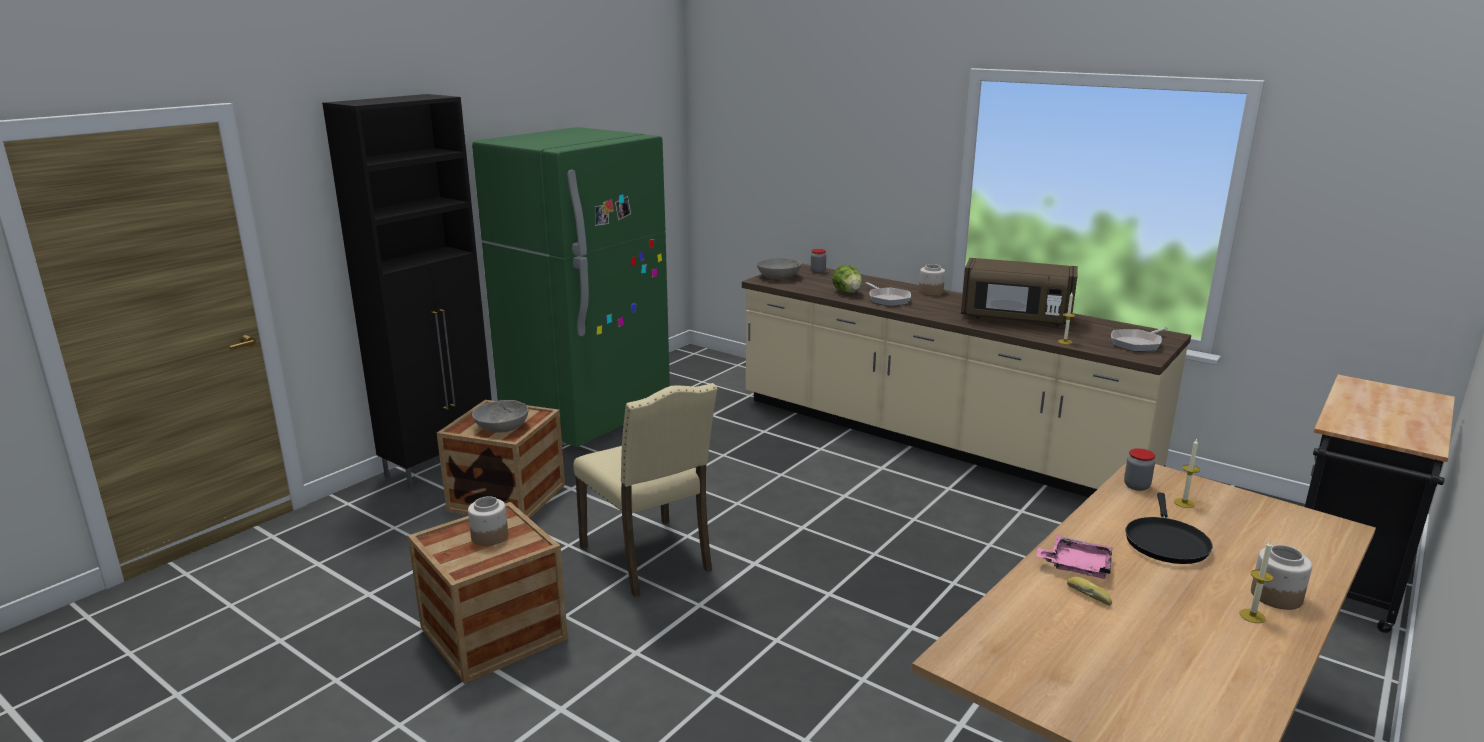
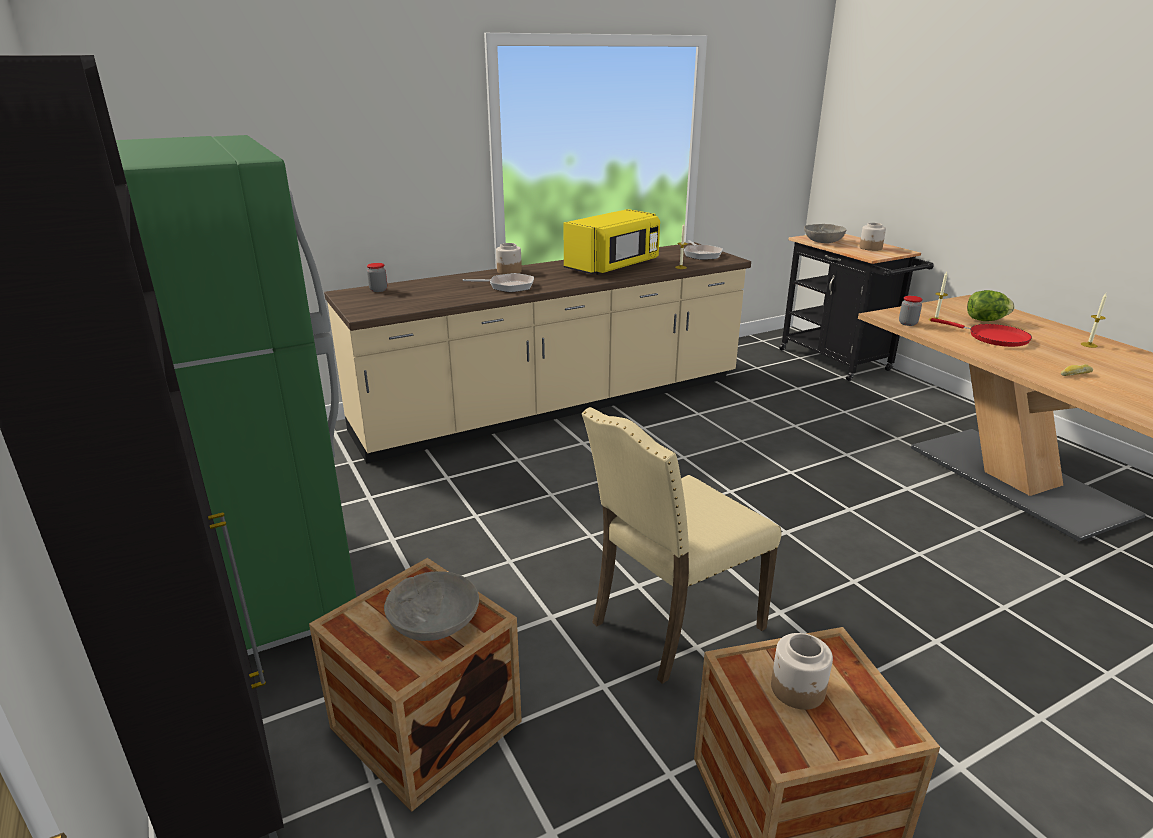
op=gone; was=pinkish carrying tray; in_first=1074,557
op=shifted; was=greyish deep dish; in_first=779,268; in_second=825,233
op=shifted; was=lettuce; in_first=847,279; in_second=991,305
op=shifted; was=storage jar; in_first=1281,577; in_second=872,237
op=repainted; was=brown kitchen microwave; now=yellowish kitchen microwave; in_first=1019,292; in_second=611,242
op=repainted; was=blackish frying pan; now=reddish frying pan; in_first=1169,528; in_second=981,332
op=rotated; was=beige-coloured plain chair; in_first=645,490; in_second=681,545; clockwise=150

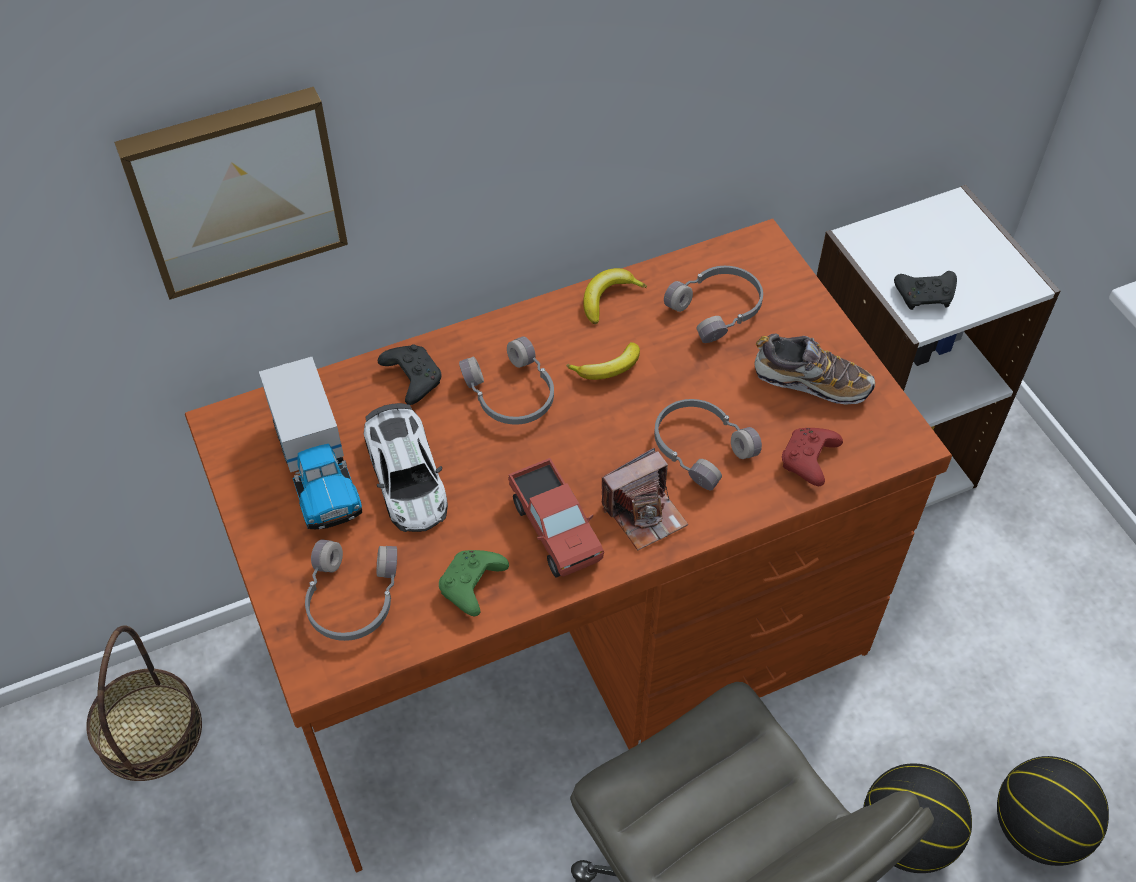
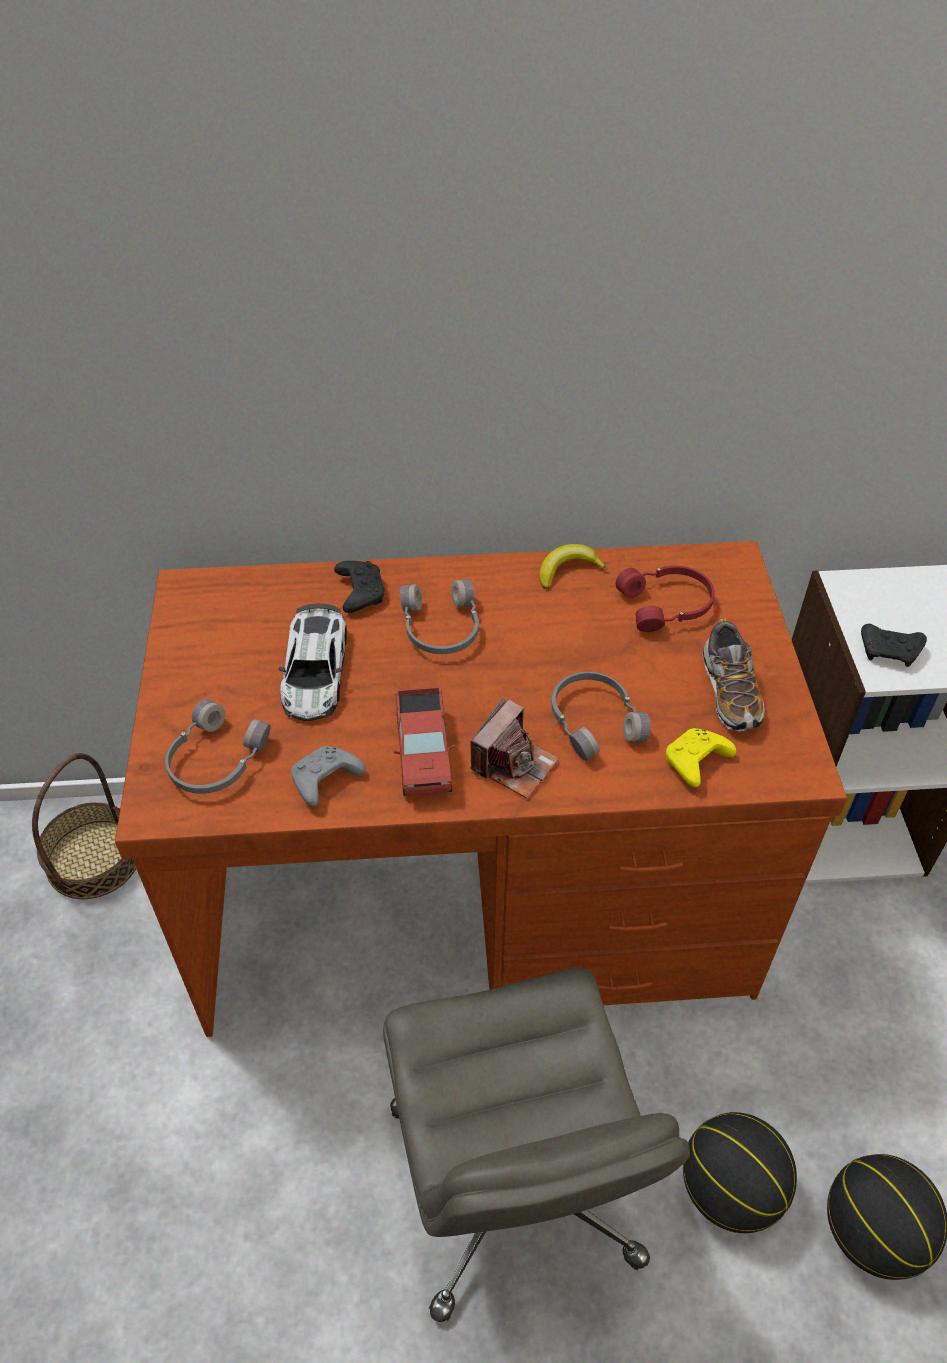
op=gone; was=wall art; in_first=231,193
op=gone; was=model truck; in_first=310,443
op=gone; was=banana; in_first=603,361
op=repainted; was=greenish joypad; now=greyish joypad; in_first=474,583; in_second=328,776
op=repainted; was=greyish pair of headphones; now=reddish pair of headphones; in_first=713,304; in_second=665,599
op=repainted; was=reddish joypad; now=yellowish joypad; in_first=812,457; in_second=701,757
op=rotated; was=still camera; in_first=645,499; in_second=514,748; clockwise=-45
op=rotated; was=shoe; in_first=814,369; in_second=733,674; clockwise=45

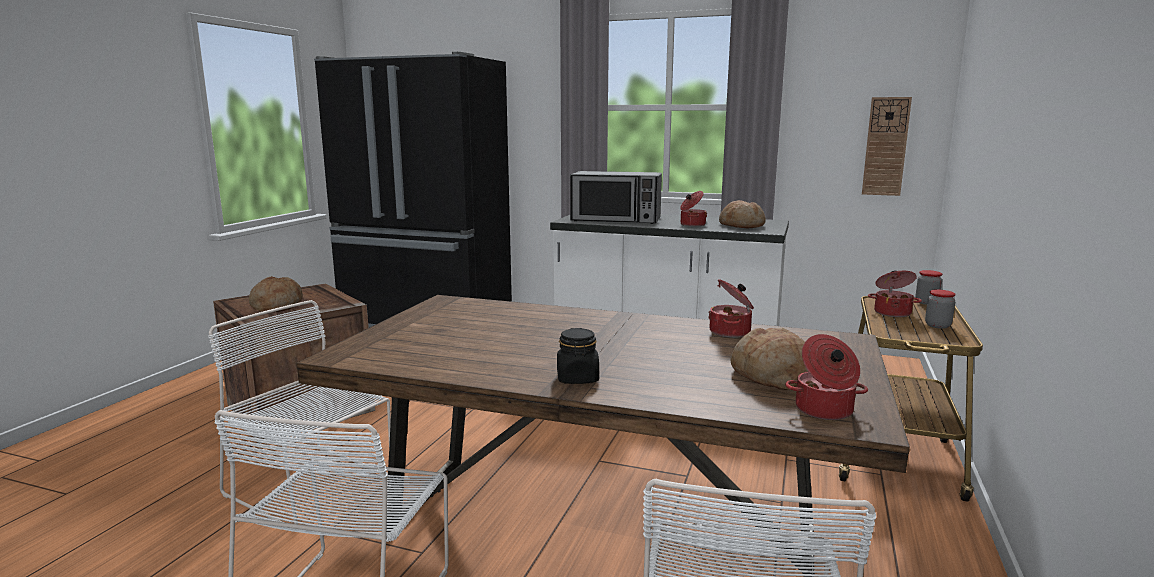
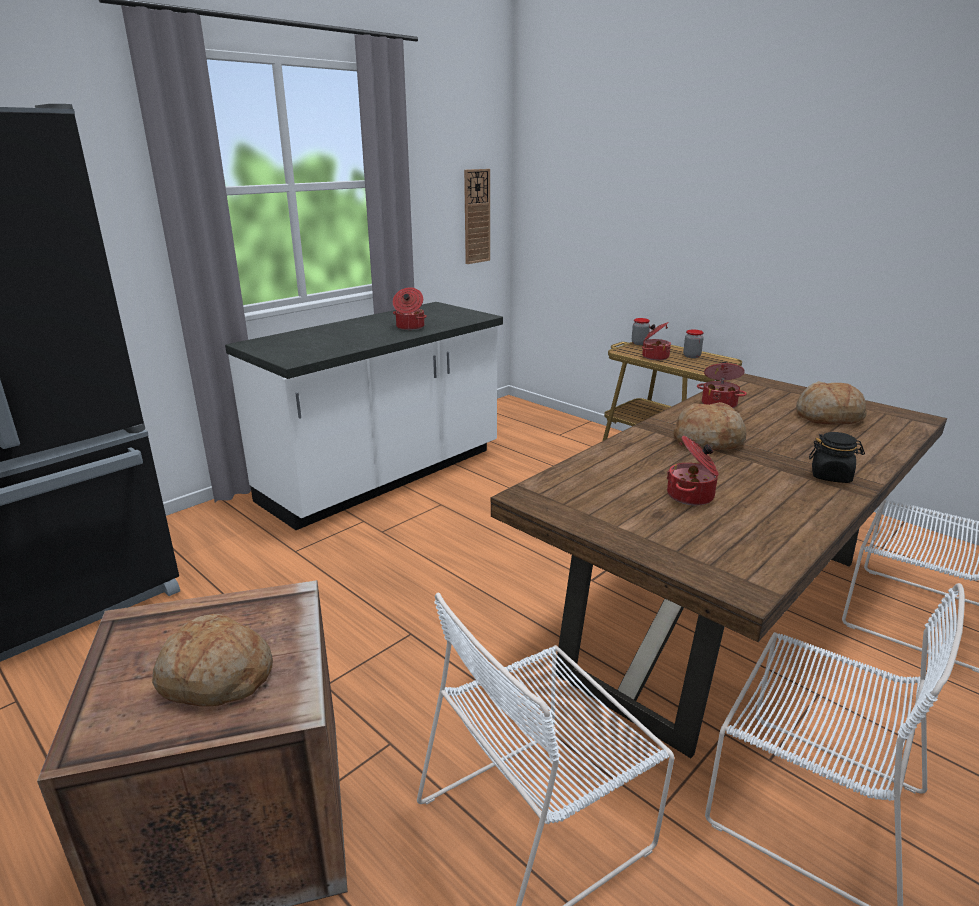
op=gone; was=kitchen microwave; in_first=616,197
op=shifted; was=bakery bread; in_first=742,214; in_second=710,426
op=shifted; was=saucepot; in_first=826,377; in_second=692,470

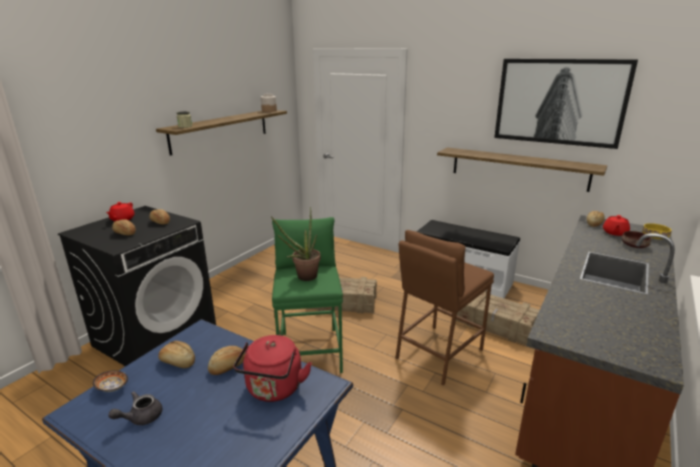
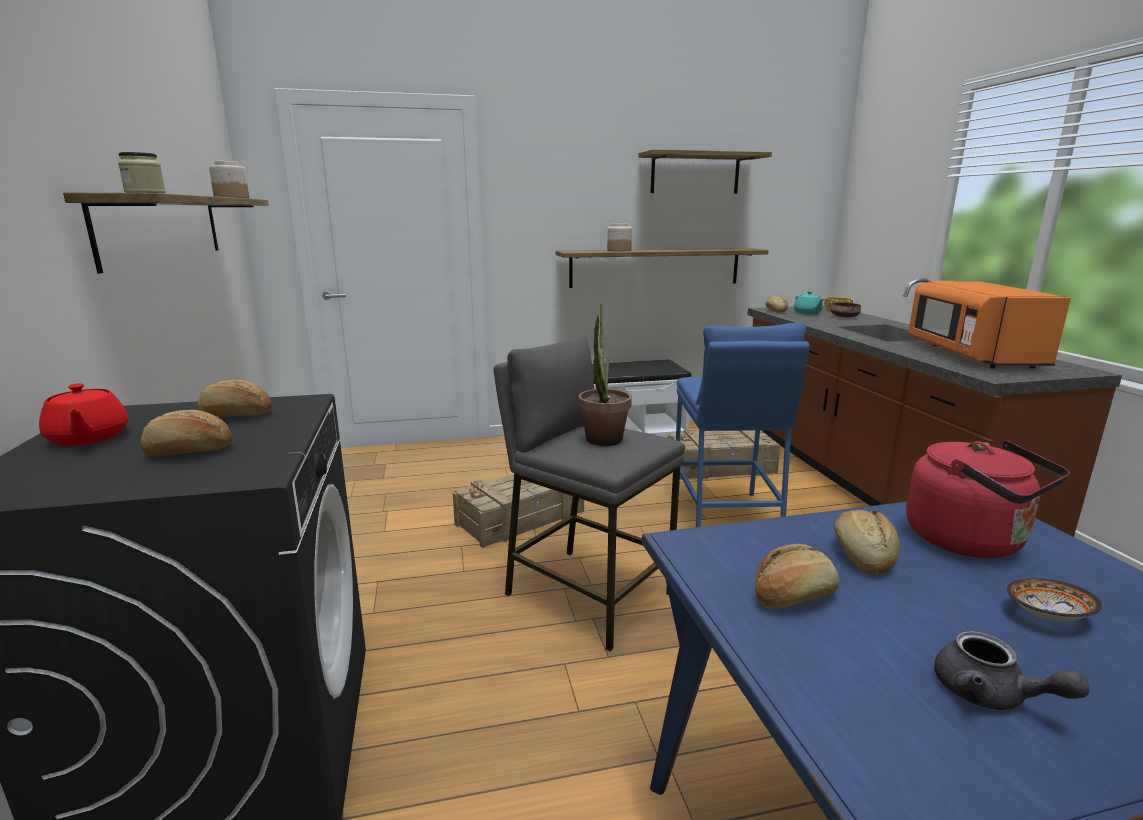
op=new; now=storage jar; in_second=619,237
op=new; now=orangey kitchen microwave; in_second=989,324
op=shifted; was=deep dish; in_first=110,381; in_second=1054,600
op=swapped; was=wall art; now=wall shelf; in_first=566,104; in_second=705,171
op=repainted; was=greenish stool; now=greyish stool; in_first=307,295; in_second=589,493
op=repainted; was=brown stool; now=blue-coloured stool; in_first=444,307; in_second=743,425
op=repainted; was=reddish tea pot; now=blue-green tea pot; in_first=616,225; in_second=809,302
op=rotated; was=greyish tea pot; in_first=135,408; in_second=1012,670; clockwise=-45

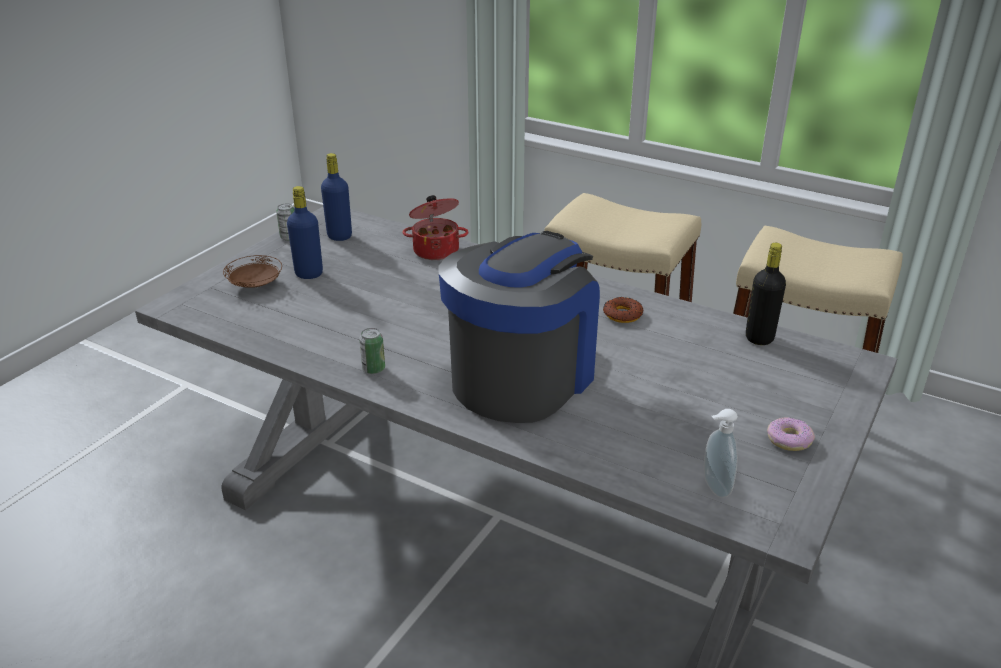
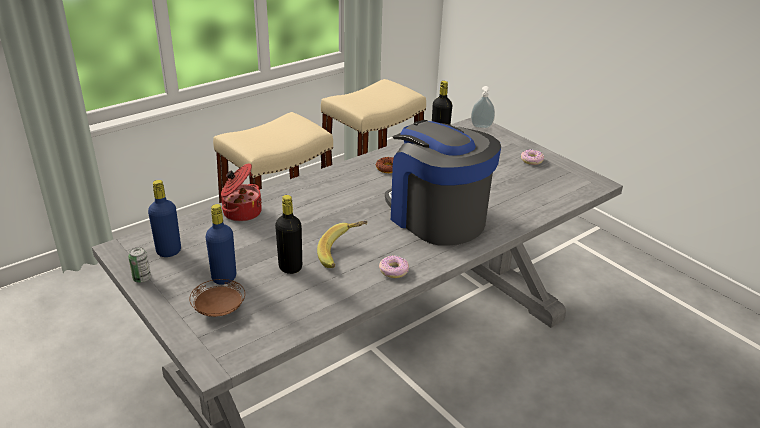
op=new; now=blackish bottle; in_second=288,234
op=new; now=banana; in_second=342,244
op=shifted; was=liquid soap bottle; in_first=721,453; in_second=483,107
op=swapped; was=sealed can; now=donut; in_first=372,351; in_second=394,266

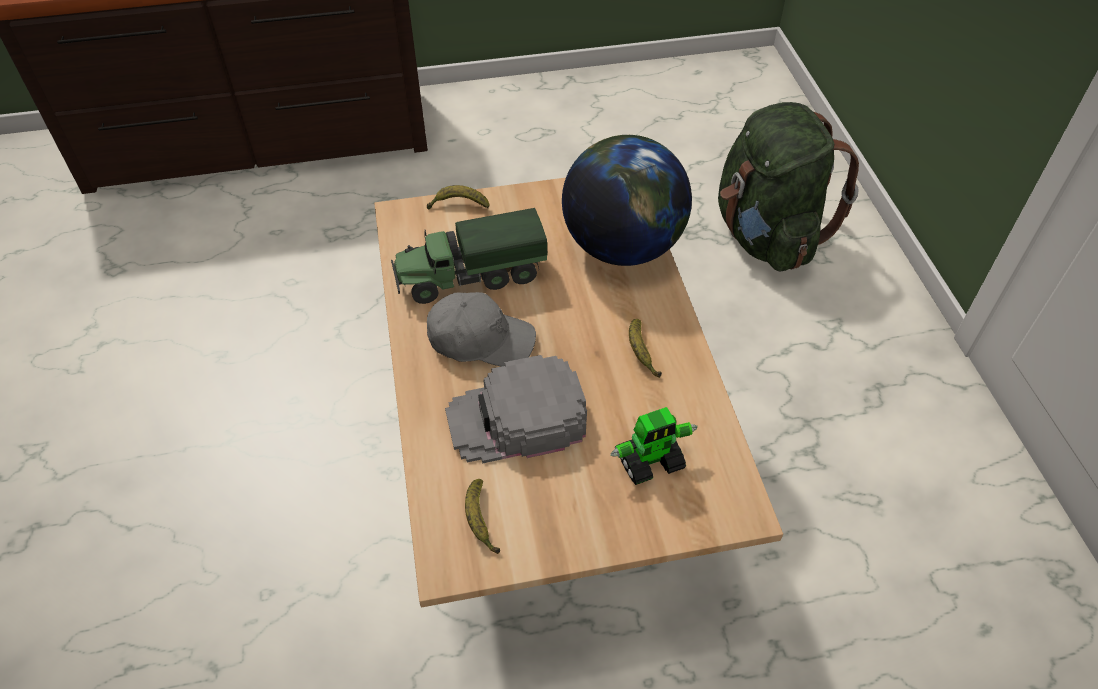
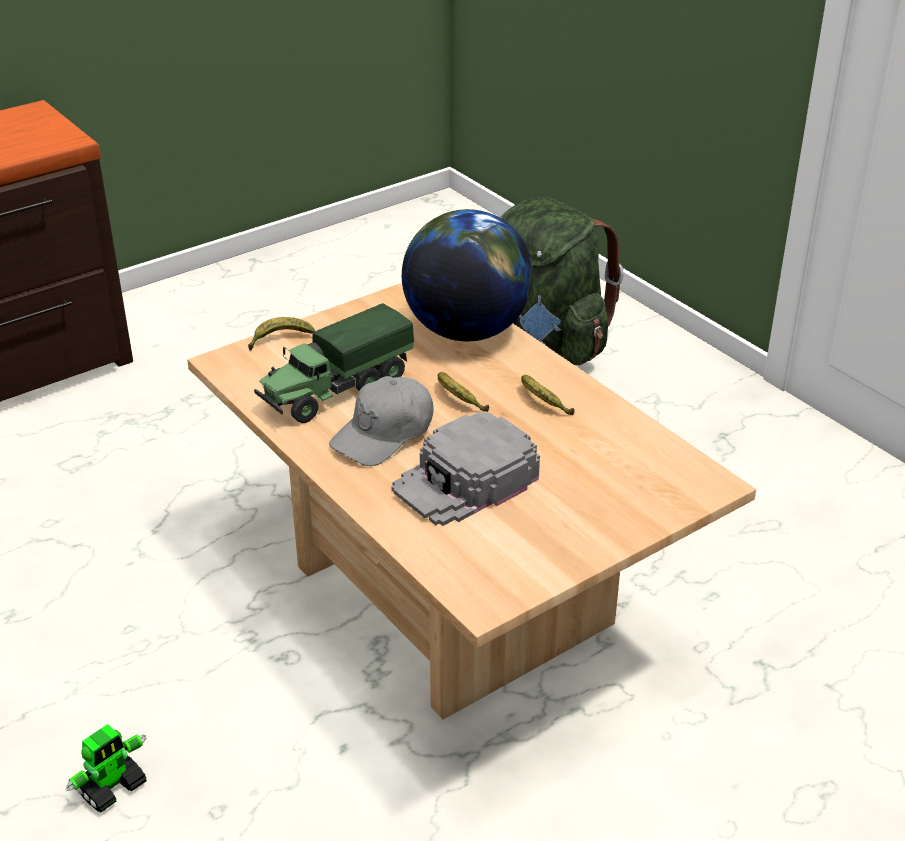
op=shifted; was=banana; in_first=482,516; in_second=463,392
op=shifted; was=robot figure; in_first=654,446; in_second=106,768
op=rotated; was=greyish baseball cap; in_first=481,329; in_second=381,421; clockwise=150

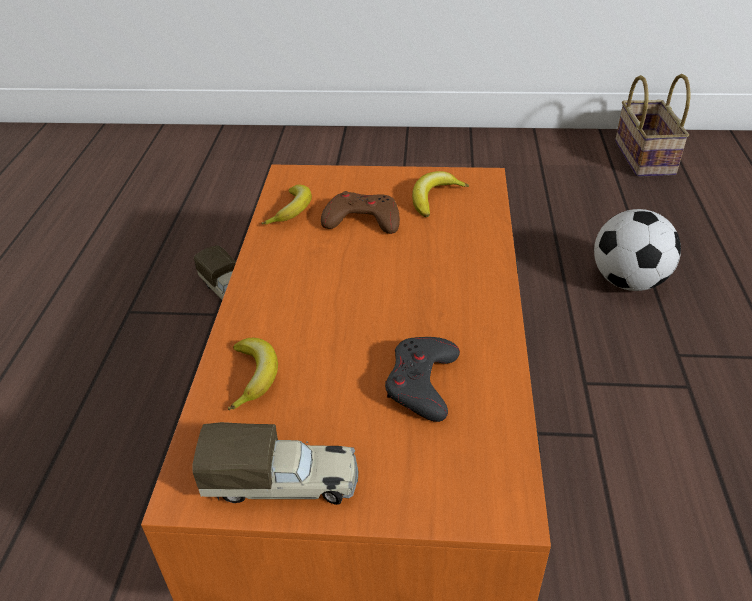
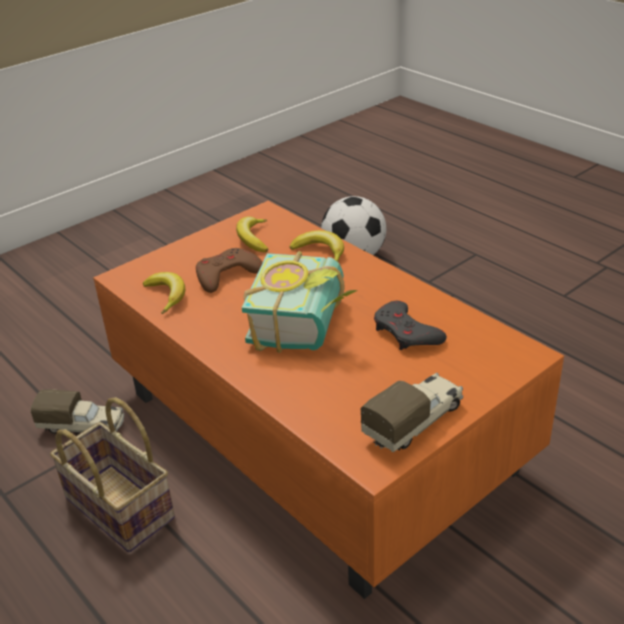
op=new; now=book; in_second=300,302
op=shifted; was=banana; in_first=253,374; in_second=317,246
op=shifted; was=storage basket; in_first=652,125; in_second=112,474

